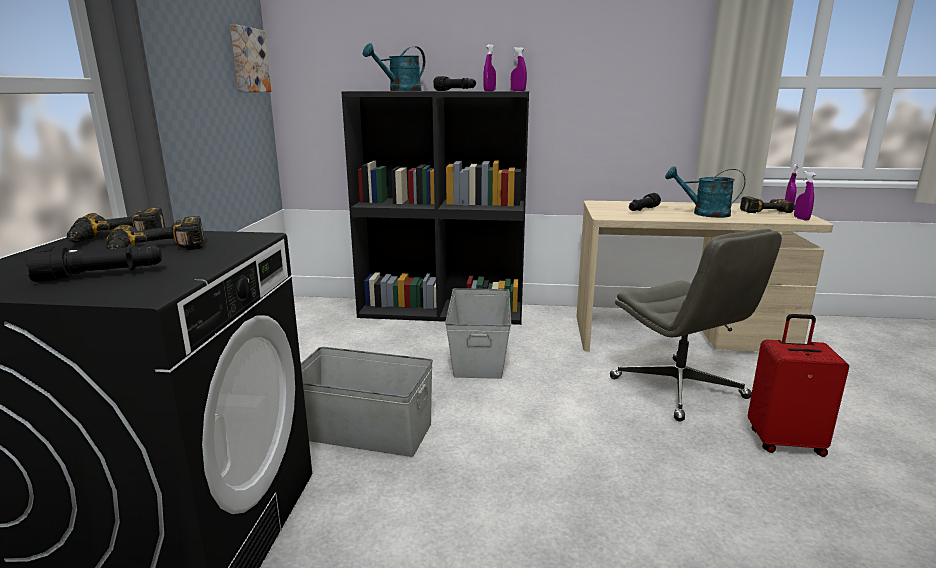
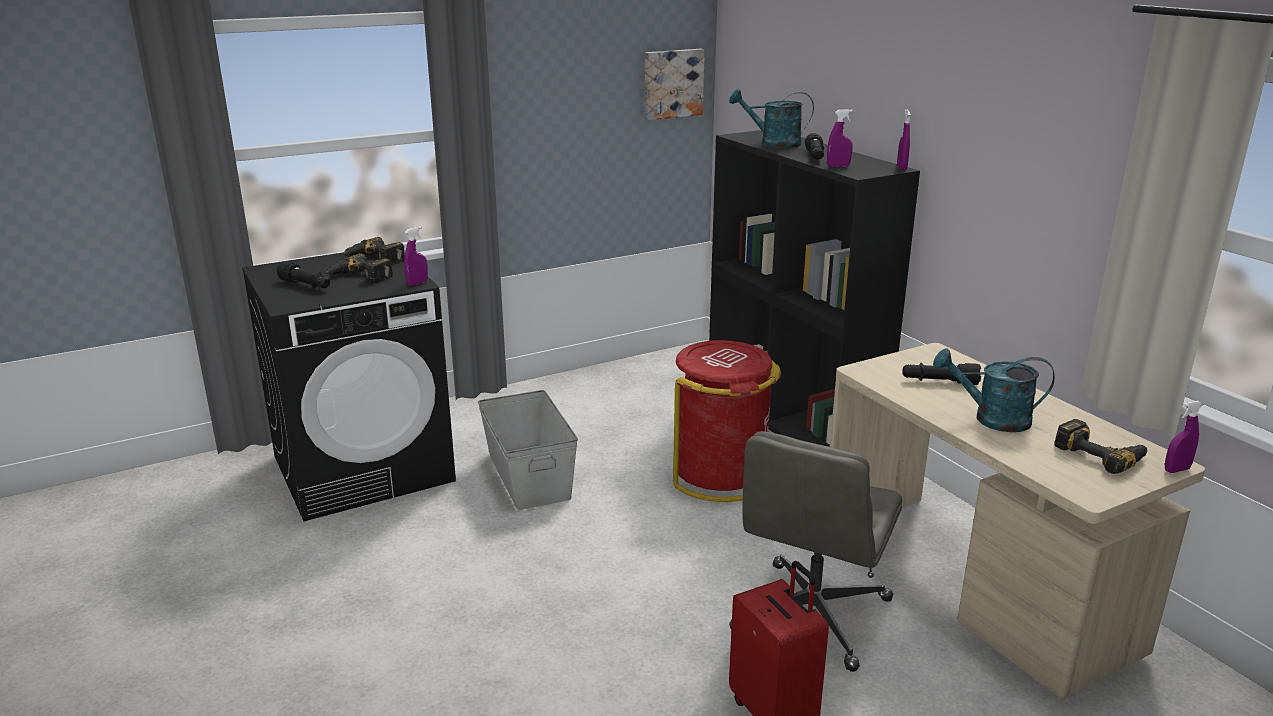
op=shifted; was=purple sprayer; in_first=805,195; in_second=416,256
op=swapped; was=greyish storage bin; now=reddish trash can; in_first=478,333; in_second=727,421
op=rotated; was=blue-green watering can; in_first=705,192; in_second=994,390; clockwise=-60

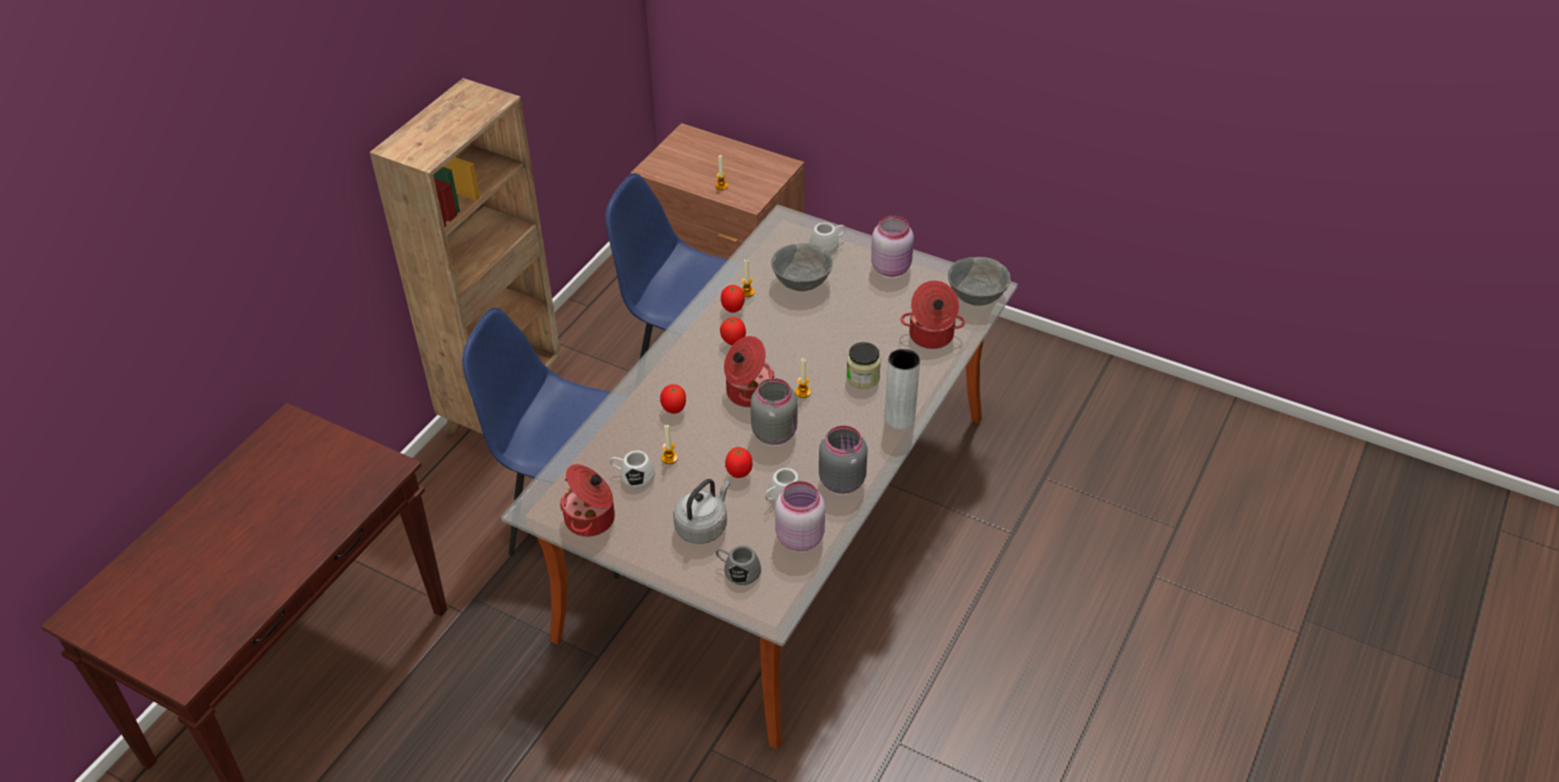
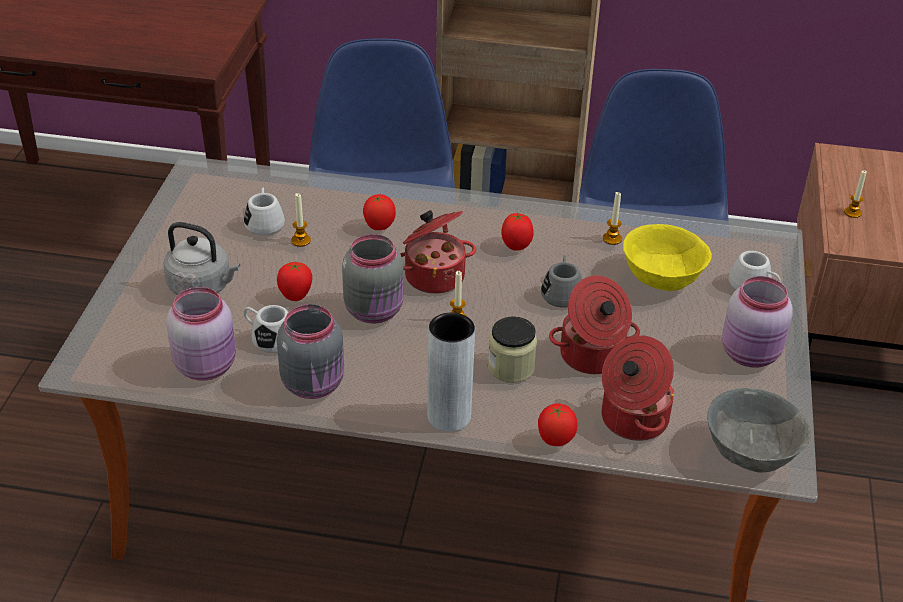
op=shifted; was=saucepot; in_first=587,500; in_second=594,324
op=shifted; was=greyish mug; in_first=738,565; in_second=561,282
op=shifted; was=whole tomato; in_first=733,299; in_second=558,424
op=repainted; was=greyish deep dish; now=yellowish deep dish; in_first=802,267; in_second=667,257

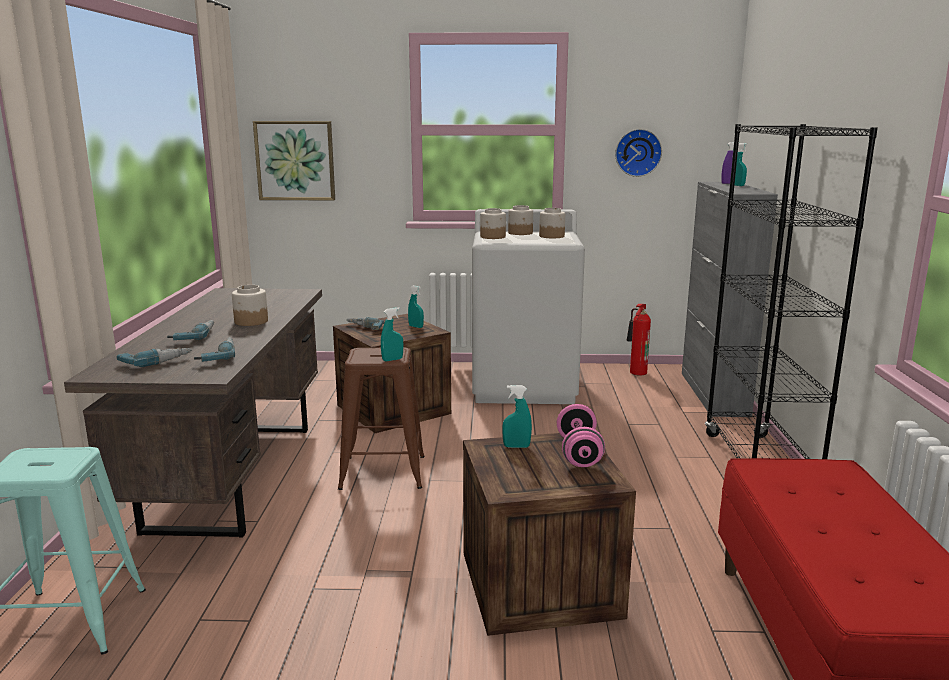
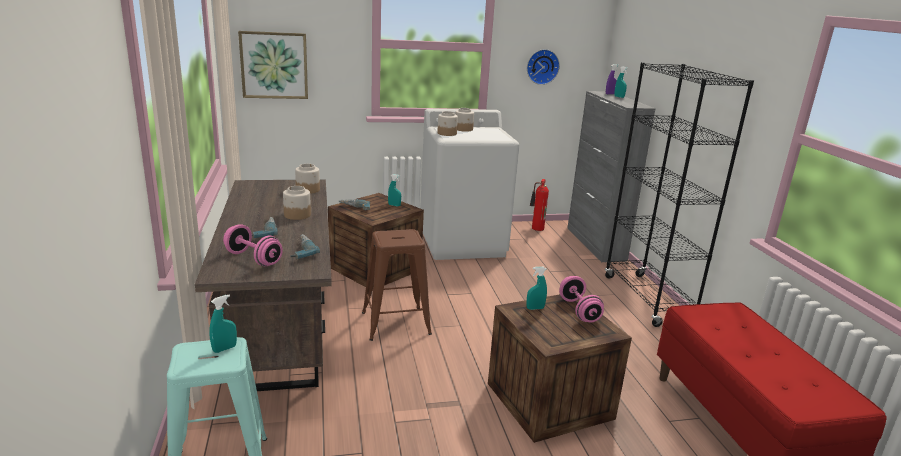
op=shifted; was=blue-green sprayer; in_first=392,334; in_second=223,323
op=shifted; was=storage jar; in_first=552,223; in_second=307,179
op=swapped; was=drill; now=pinkish free weight; in_first=154,357; in_second=253,245

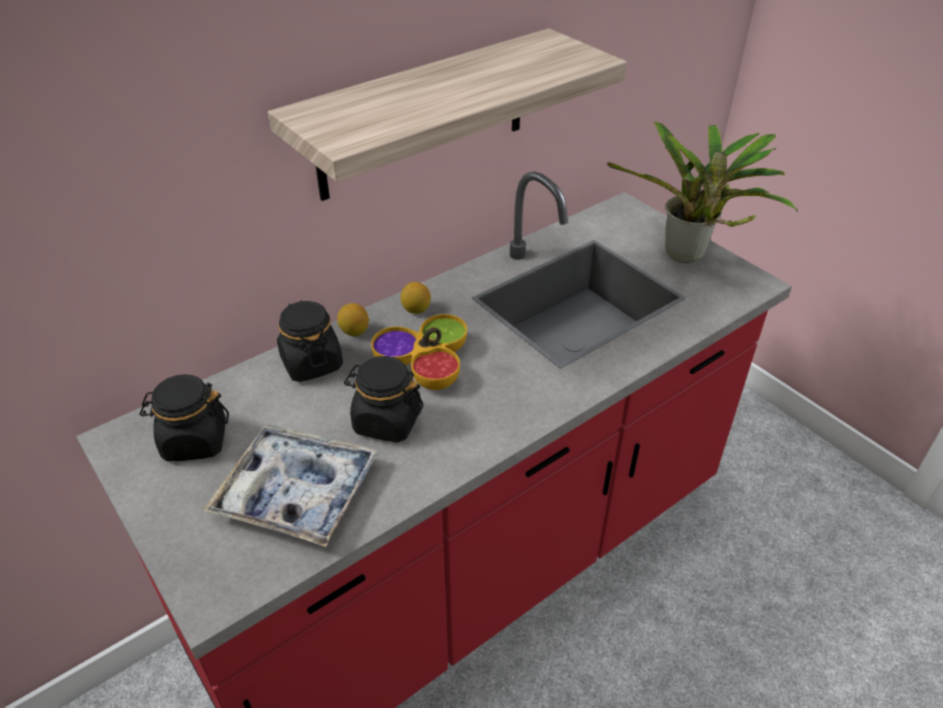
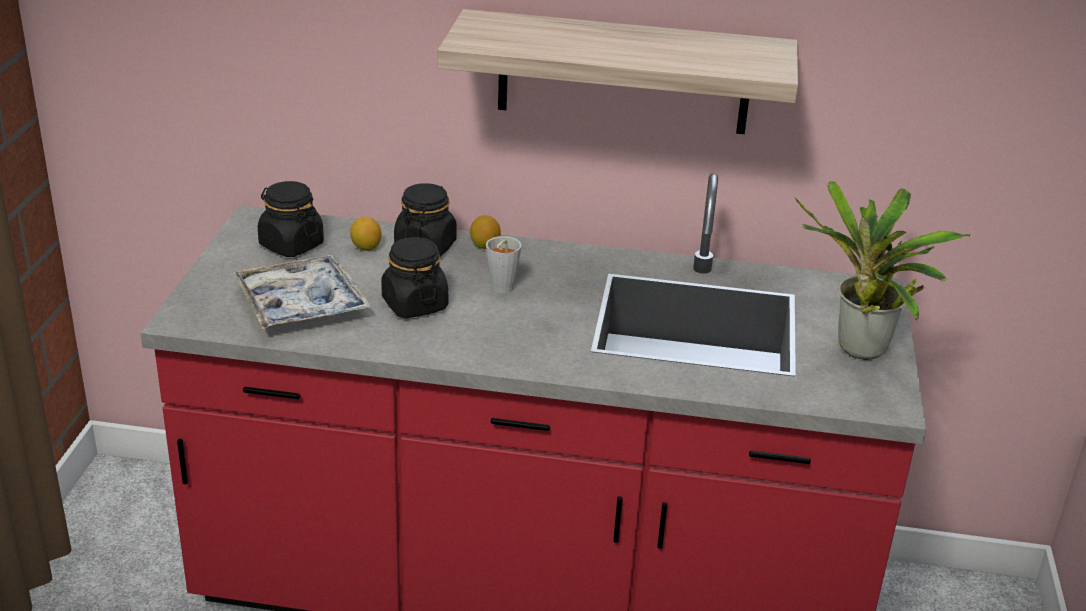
op=shifted; was=citrus fruit; in_first=416,298; in_second=366,234
op=swapped; was=deep dish; now=greyish drinking cup; in_first=419,352; in_second=504,265

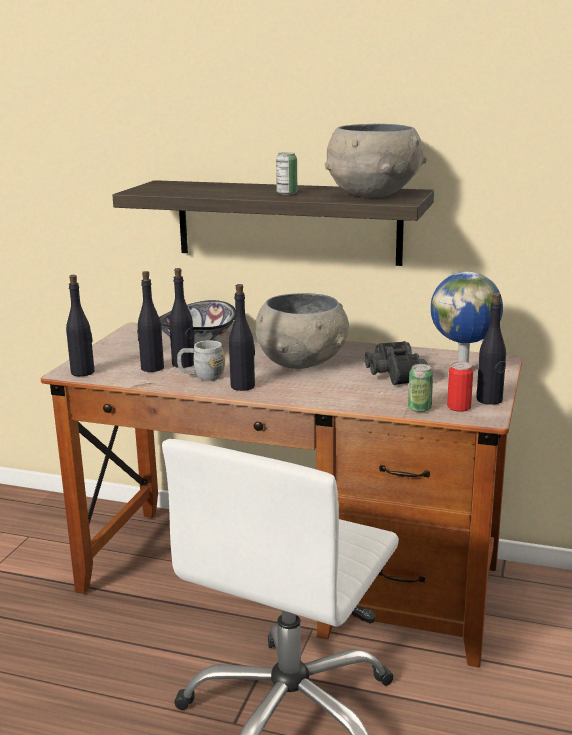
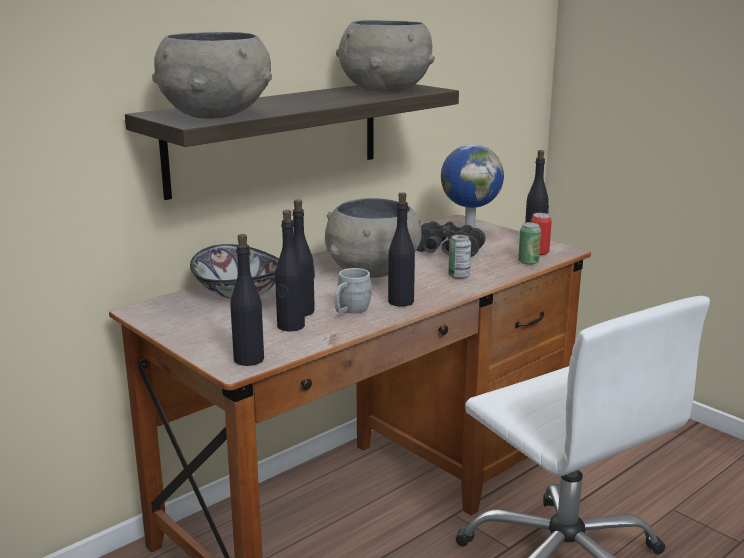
op=new; now=greyish deep dish; in_second=212,75
op=shifted; was=sealed can; in_first=286,173; in_second=459,257

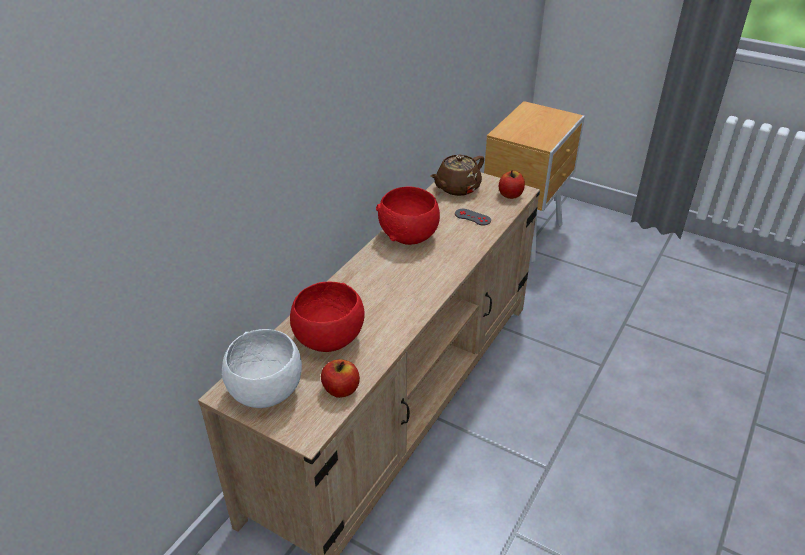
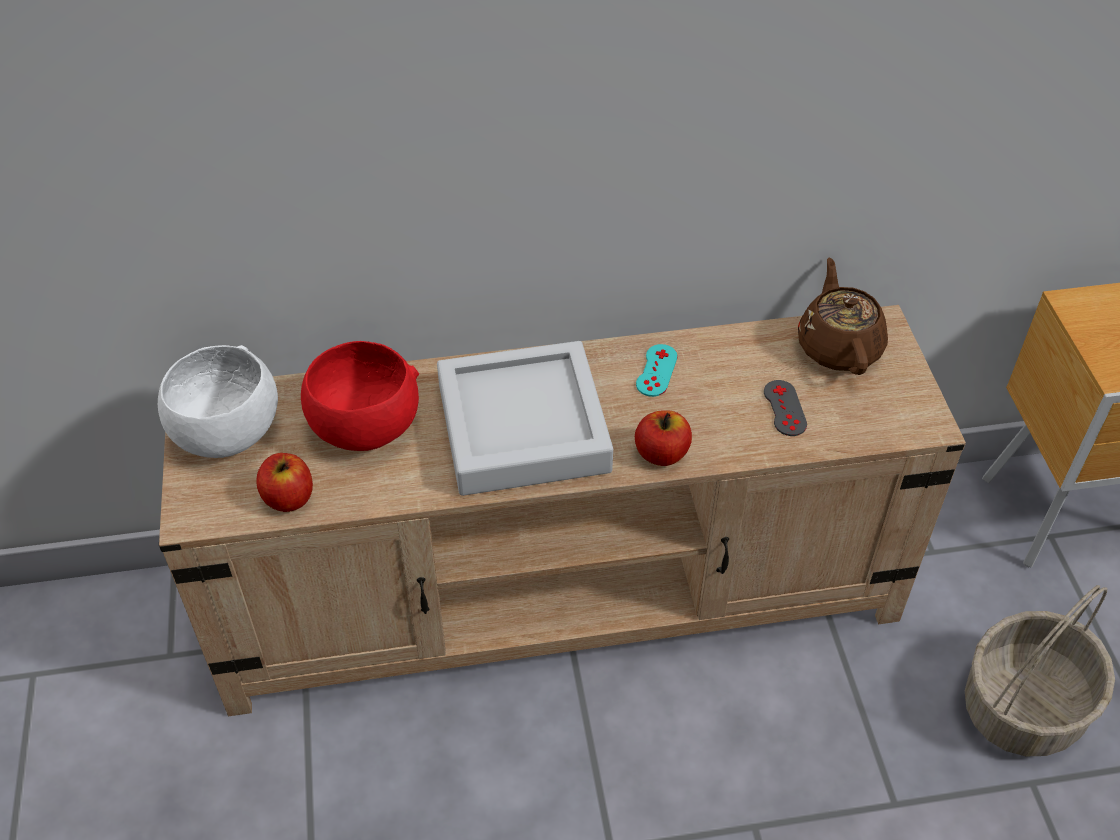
op=new; now=greyish carrying tray; in_second=525,418
op=new; now=storage basket; in_second=1040,670
op=shifted; was=whole apple; in_first=512,185; in_second=663,438
op=swapped; was=reddish deep dish; now=blue-green joypad; in_first=408,215; in_second=657,370
op=rotated; was=brown tea pot; in_first=457,175; in_second=843,316; clockwise=75

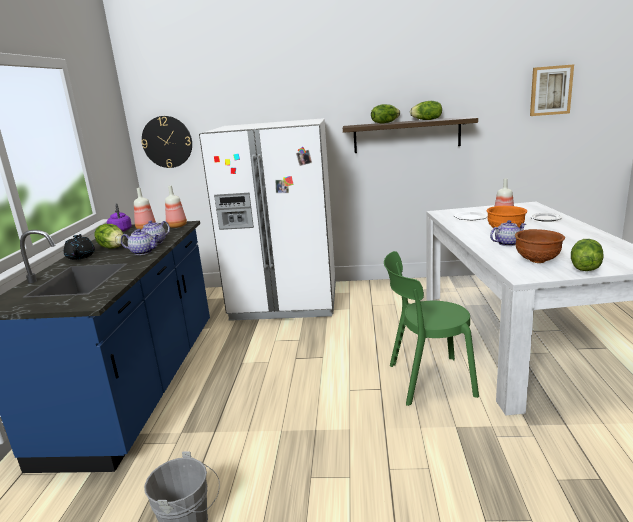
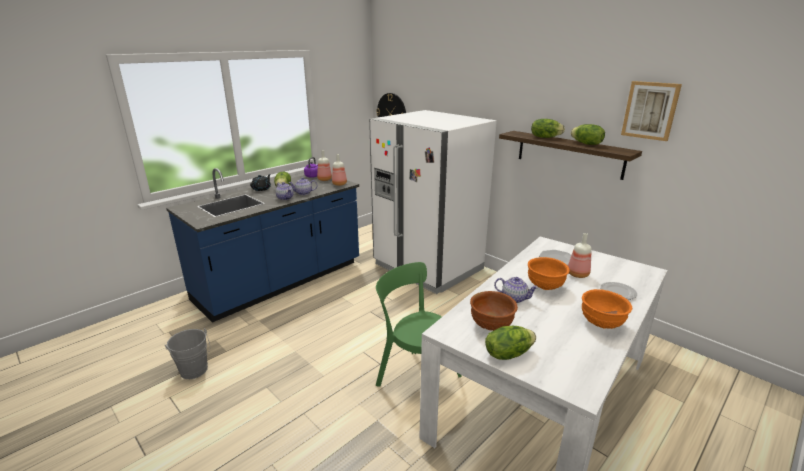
op=new; now=orangey deep dish; in_second=607,309
op=shifted; was=wall art; in_first=552,90; in_second=651,111

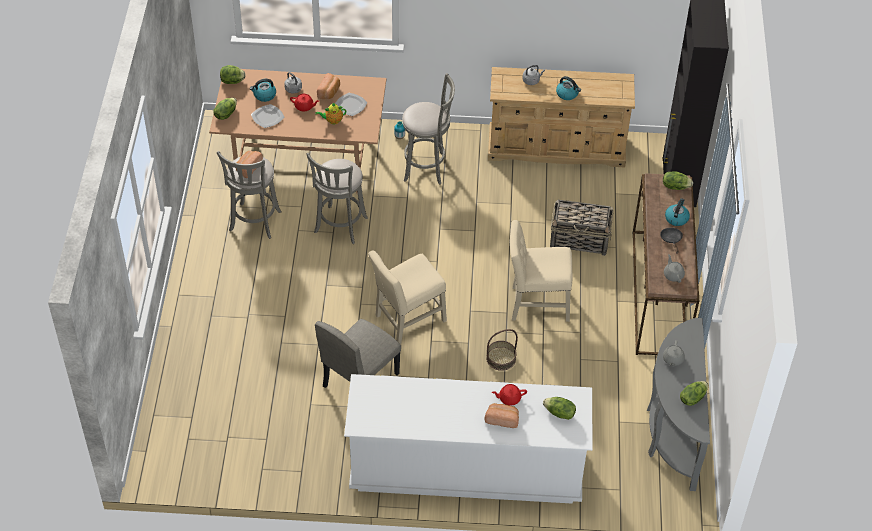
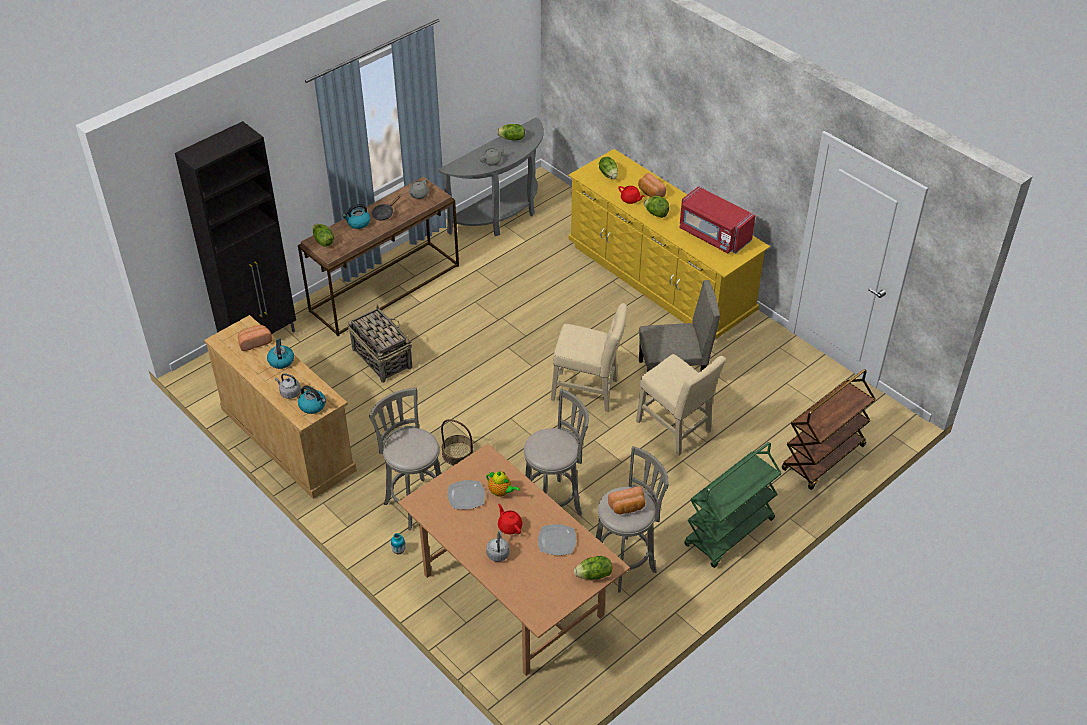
op=new; now=reddish kitchen microwave; in_second=717,219
op=new; now=greenish trolley; in_second=732,505
op=new; now=brown trolley; in_second=829,429
op=shifted; was=lettuce; in_first=233,74; in_second=656,207
op=shifted; was=kettle; in_first=263,90; in_second=312,400
op=shifted; was=bakery bread; in_first=328,86; in_second=255,338
op=shifted; was=storage basket; in_first=502,350; in_second=457,442
op=shifted; was=beige-coloured plain chair; in_first=541,271; in_second=681,404
op=repainted; was=white-coloured dresser; now=yellowish dresser; in_first=468,439; in_second=669,244

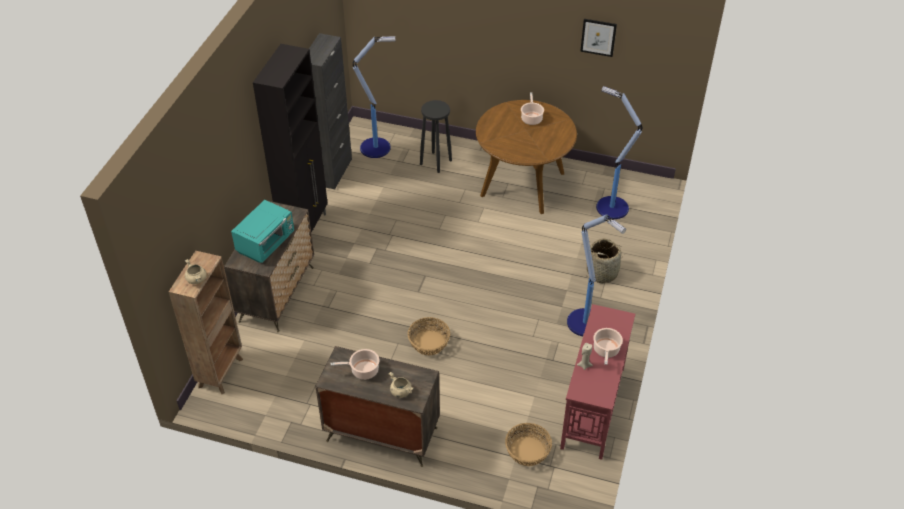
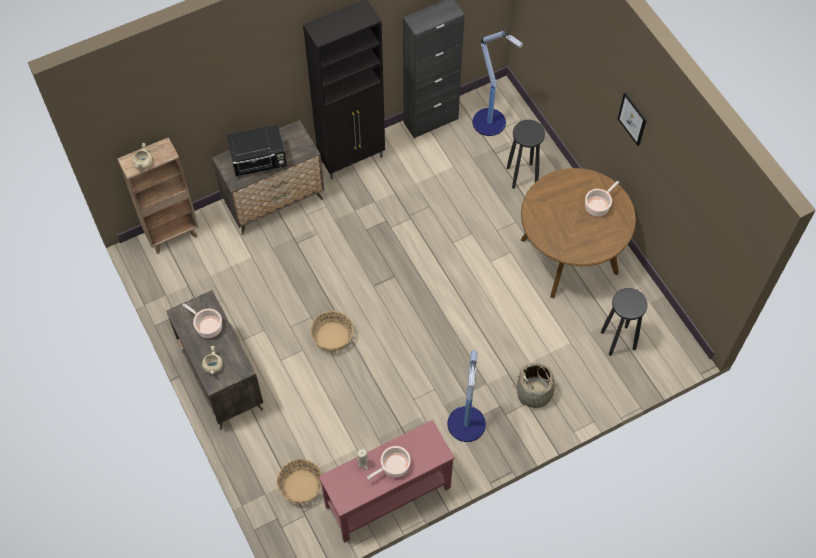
op=shifted; was=wall art; in_first=598,38; in_second=632,119
op=swapped; was=standing lamp; now=blackish stool; in_first=619,152; in_second=624,322
op=repainted; was=blue-green kitchen microwave; now=blackish kitchen microwave; in_first=262,231; in_second=257,150

